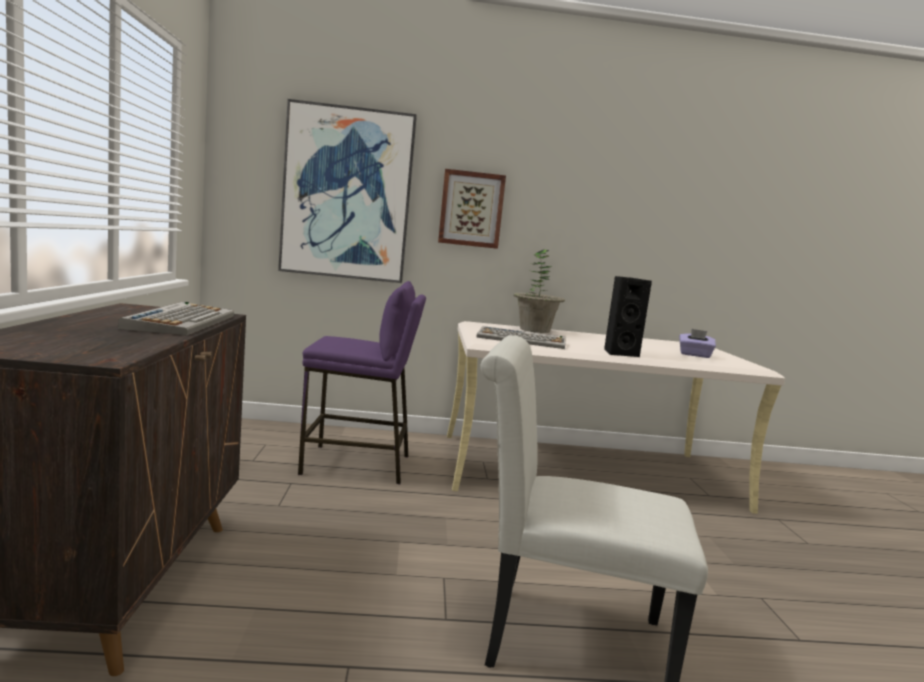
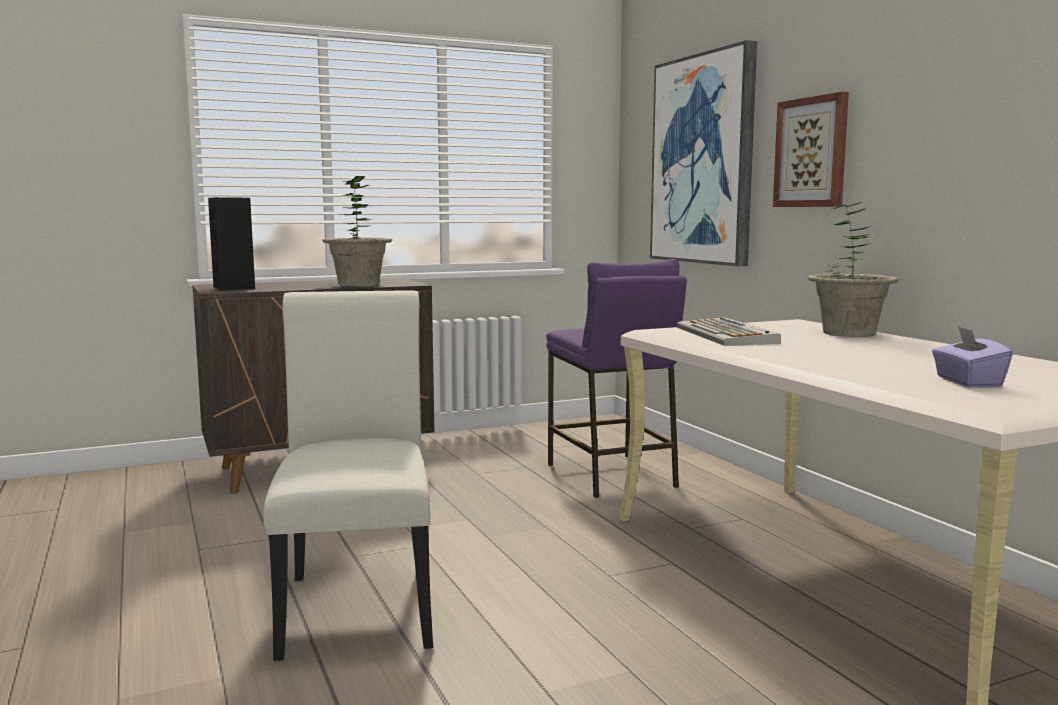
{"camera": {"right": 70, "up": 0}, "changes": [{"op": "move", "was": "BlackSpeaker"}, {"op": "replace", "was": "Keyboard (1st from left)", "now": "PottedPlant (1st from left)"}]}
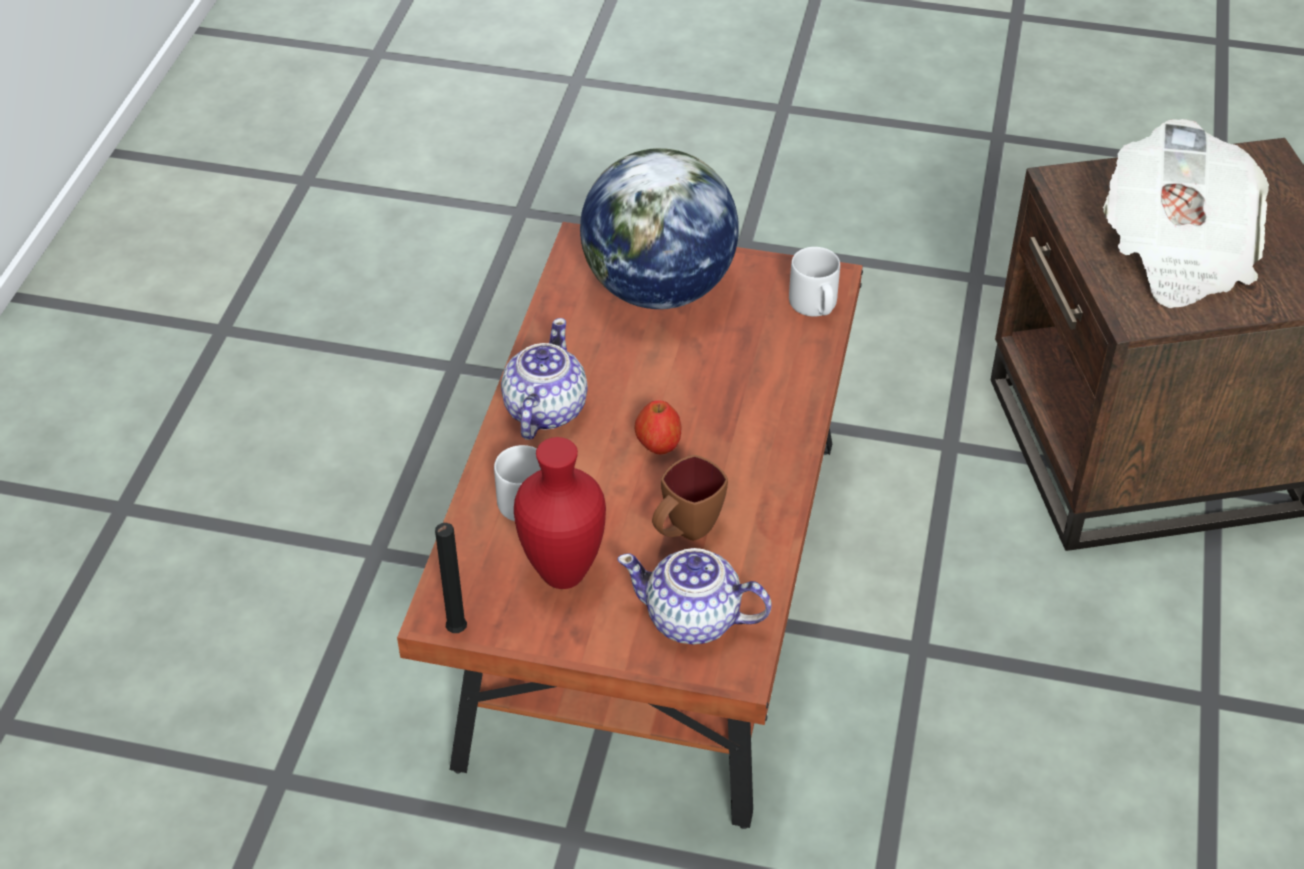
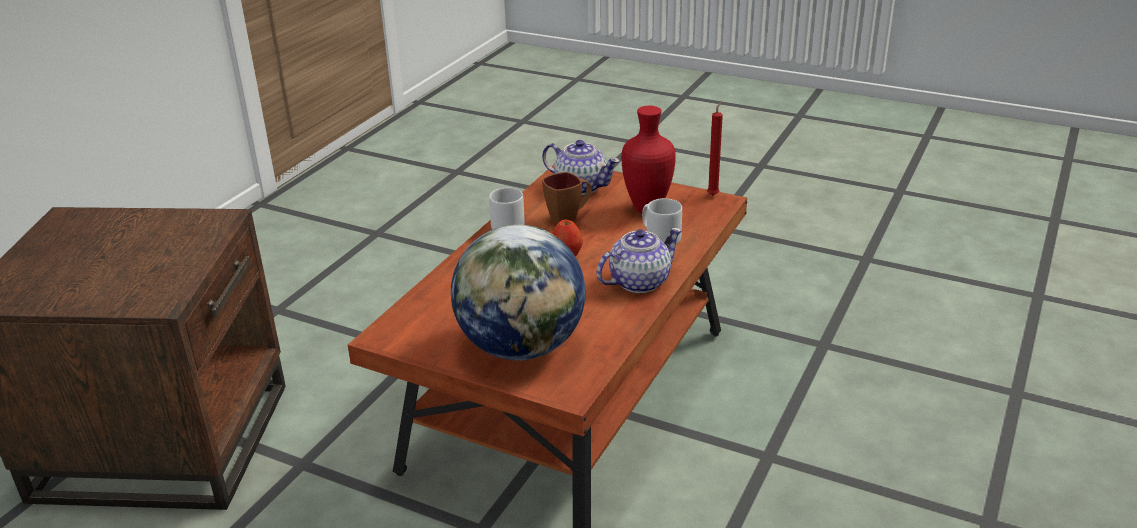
{"camera": {"right": -165, "up": -15}, "changes": [{"op": "delete", "was": "Newspaper"}, {"op": "move", "was": "GreyMug (2nd from left in the first image)", "now": "GreyMug (1st from left)"}, {"op": "rotate", "was": "Teapot (1st from left in the first image)", "clockwise": -150}, {"op": "recolor", "was": "BlackCandle", "now": "RedCandle"}]}
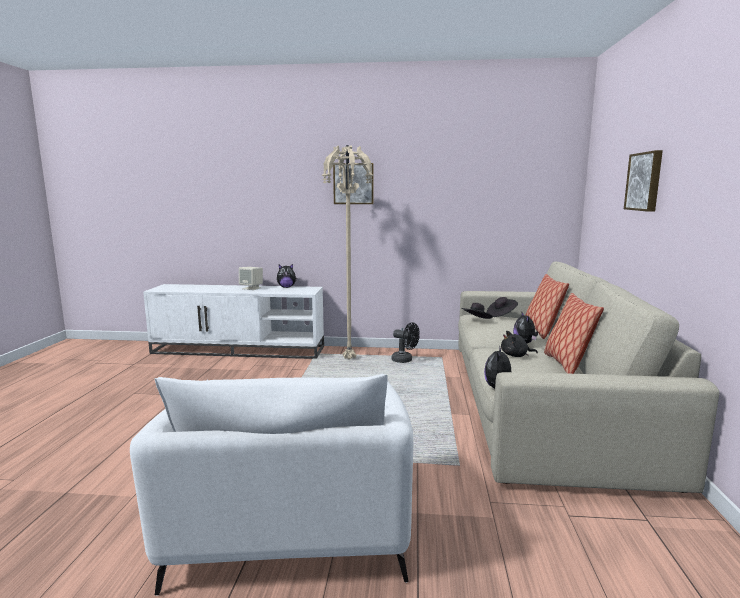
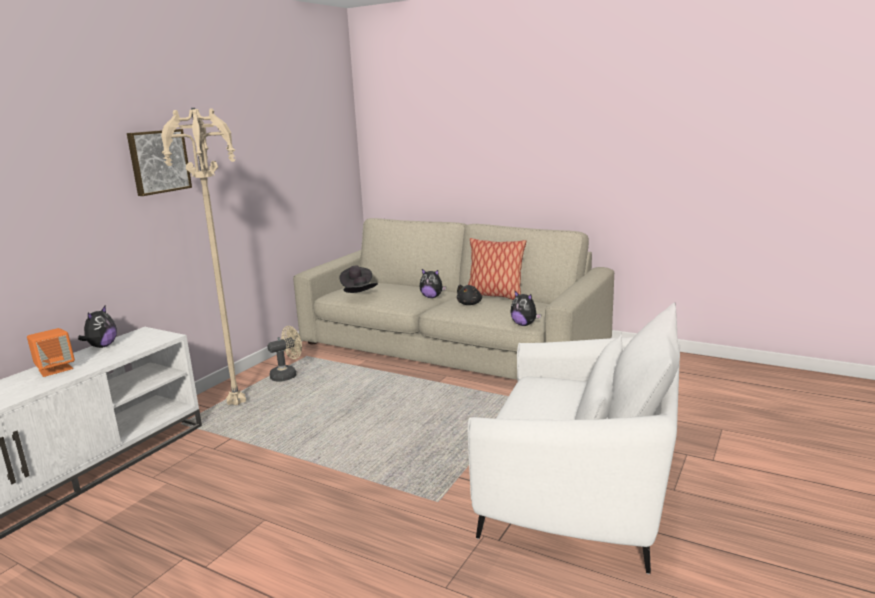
{"camera": {"right": -65, "up": 5}, "changes": [{"op": "delete", "was": "Picture (2nd from left)"}, {"op": "recolor", "was": "BeigeSpeaker", "now": "OrangeSpeaker"}, {"op": "delete", "was": "Pillow (1st from left)"}, {"op": "recolor", "was": "BlackFan", "now": "BeigeFan"}]}
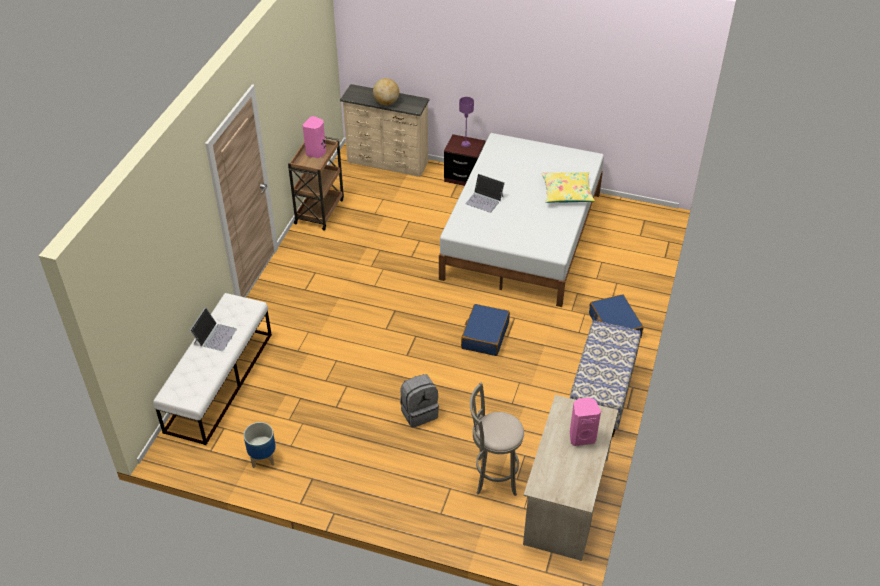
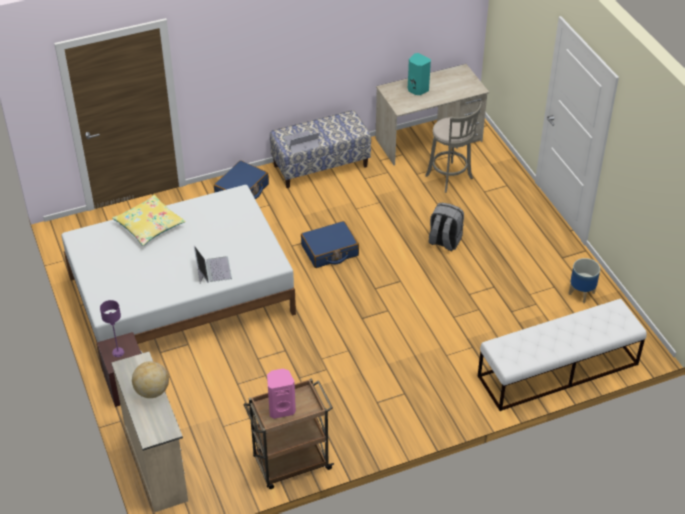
{"camera": {"right": -130, "up": 0}, "changes": [{"op": "move", "was": "Laptop (1st from left in the first image)", "now": "Laptop (2nd from left)"}, {"op": "recolor", "was": "PinkSpeaker (2nd from left)", "now": "TurquoiseSpeaker"}]}
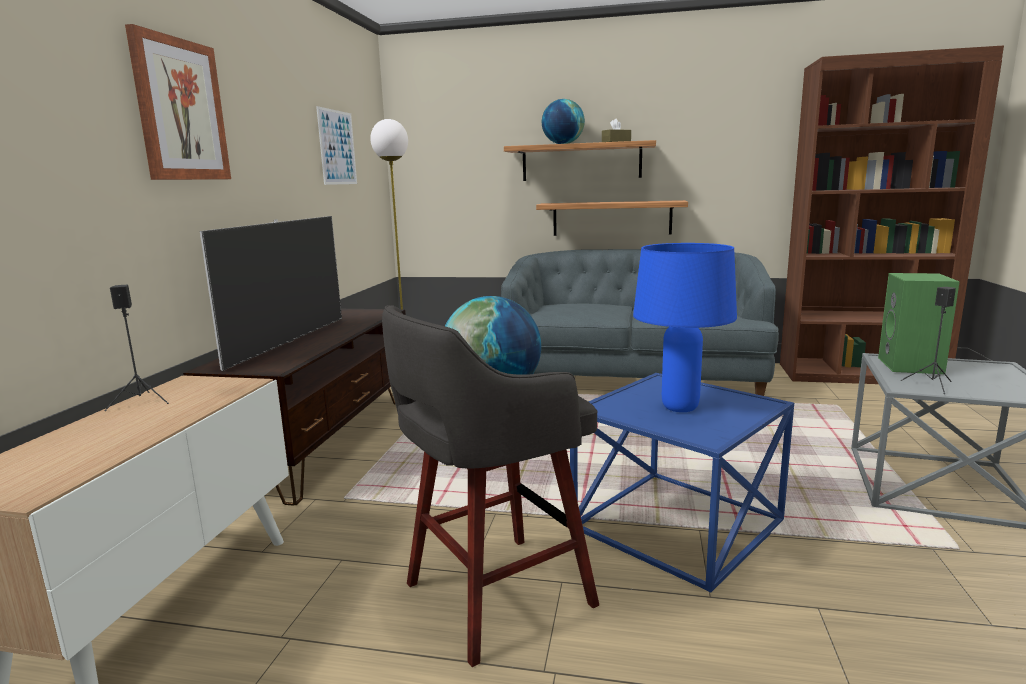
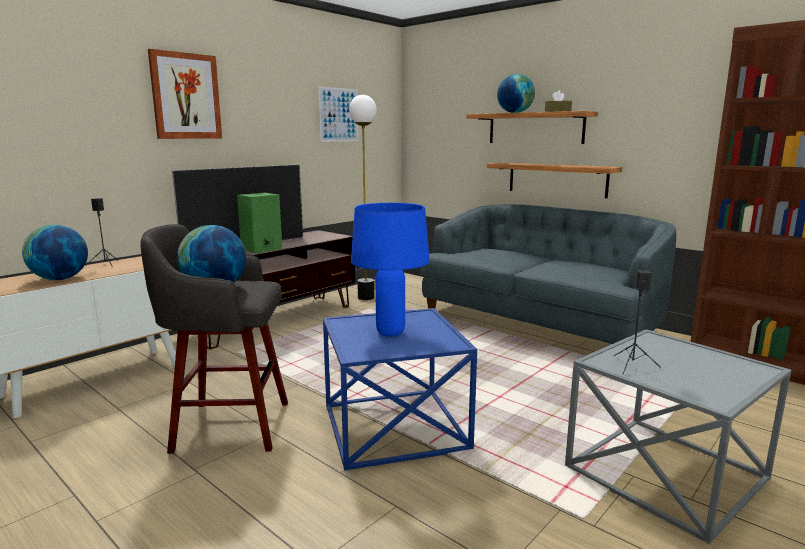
{"camera": {"right": 30, "up": 0}, "changes": [{"op": "move", "was": "GreenSpeaker"}, {"op": "insert", "now": "Globe (1st from left)"}]}
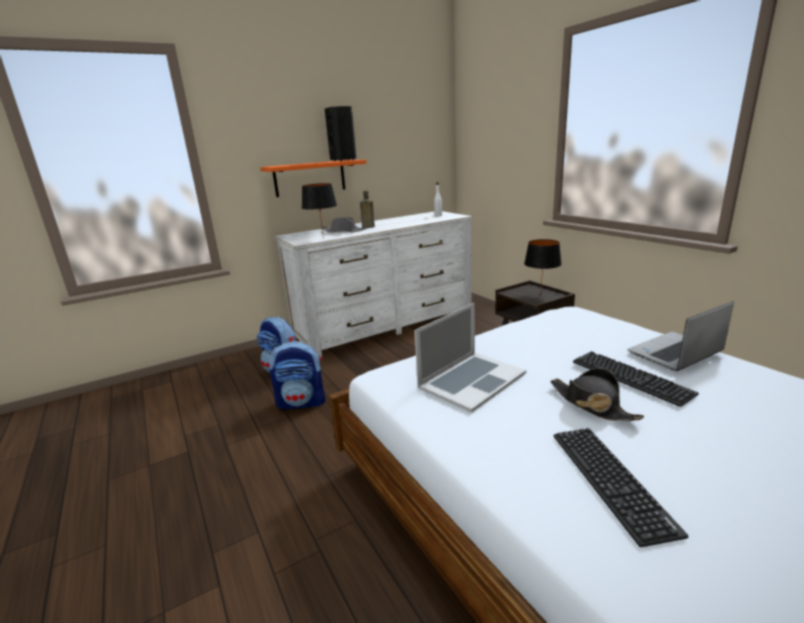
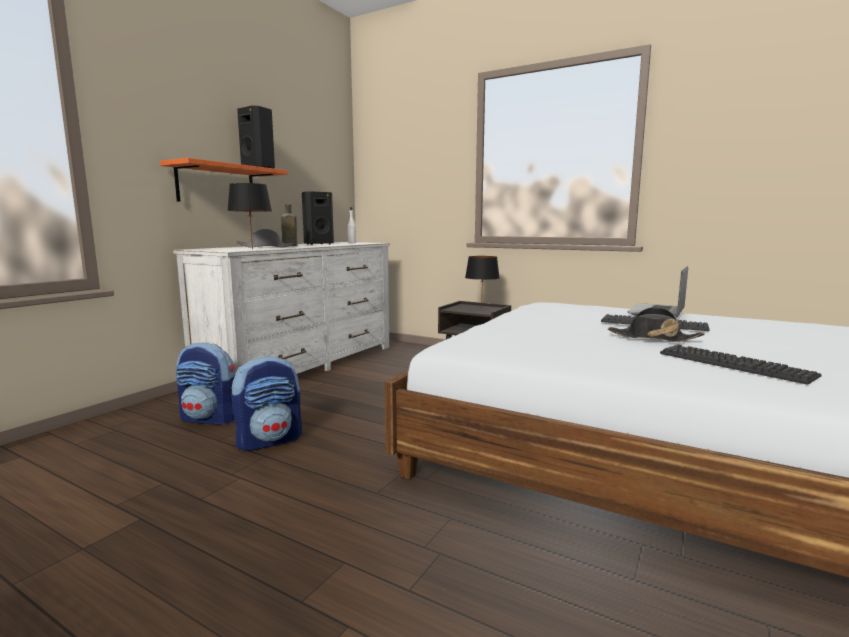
{"camera": {"right": -30, "up": -10}, "changes": [{"op": "delete", "was": "Laptop (1st from left)"}, {"op": "insert", "now": "BlackSpeaker (2nd from left)"}]}
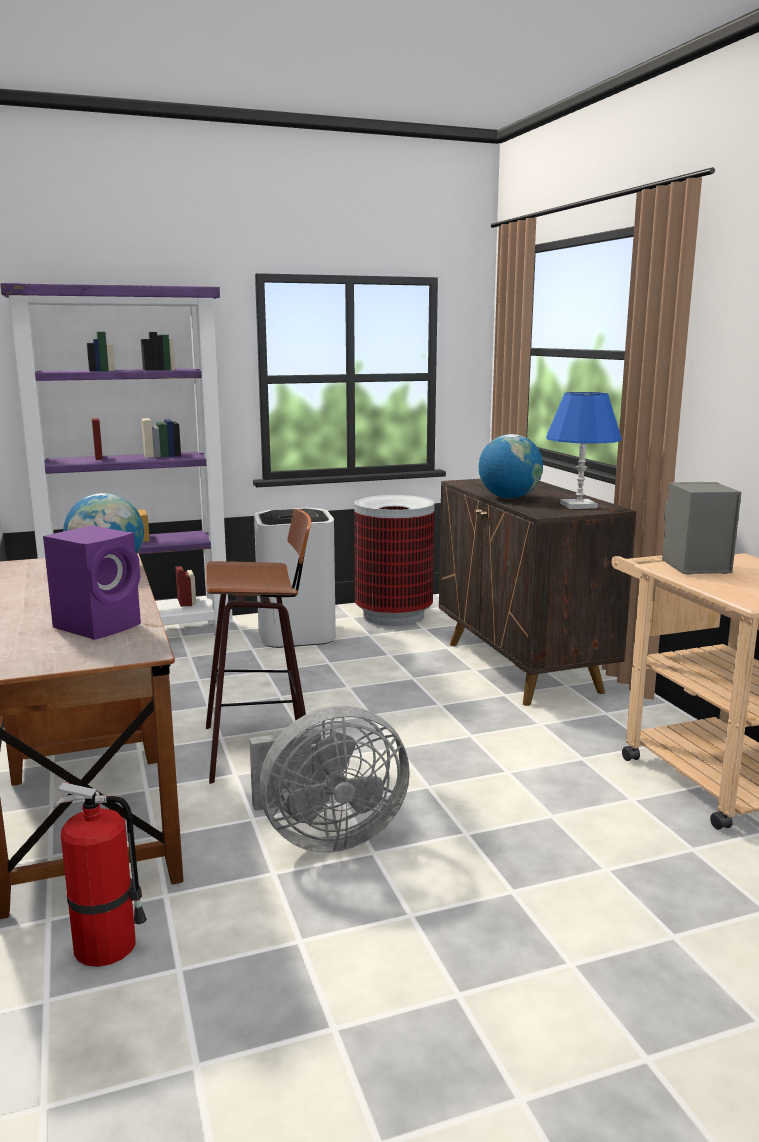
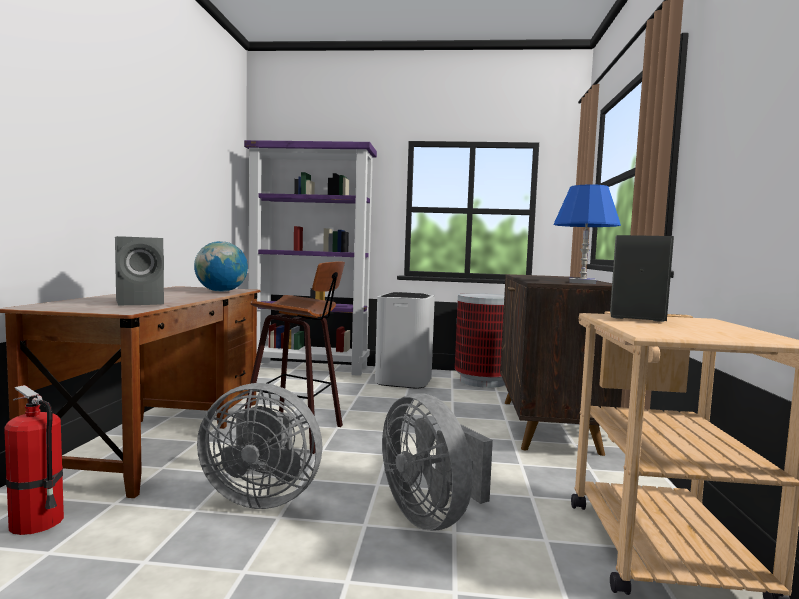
{"camera": {"right": 25, "up": -10}, "changes": [{"op": "delete", "was": "Globe (2nd from left)"}, {"op": "recolor", "was": "PurpleSpeaker", "now": "GreySpeaker (1st from left)"}, {"op": "insert", "now": "GreyFan (2nd from left)"}]}
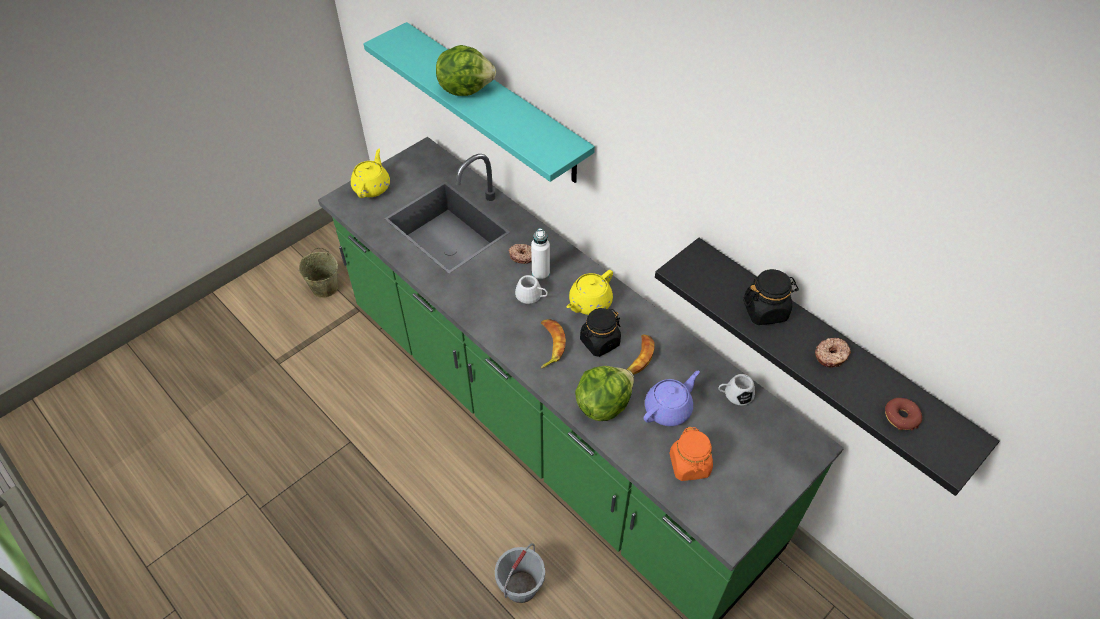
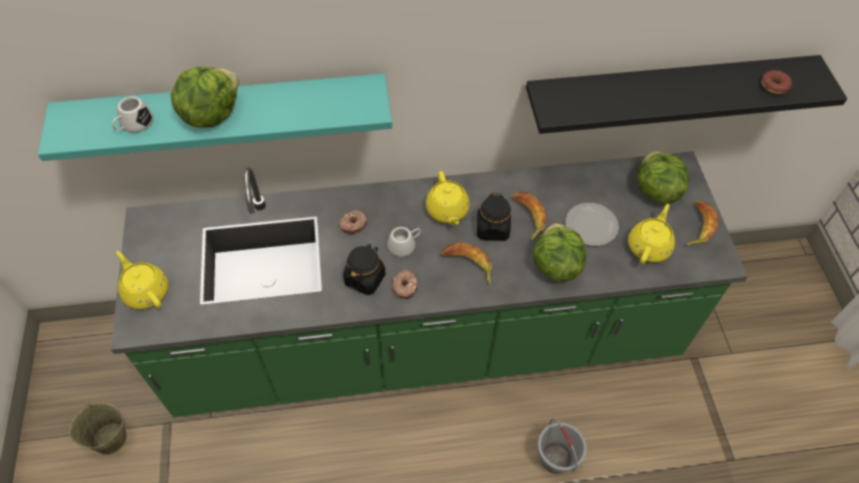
{"camera": {"right": -55, "up": 5}, "changes": [{"op": "delete", "was": "WhiteBottle"}, {"op": "move", "was": "BlackJar (2nd from left in the first image)", "now": "BlackJar (1st from left)"}, {"op": "move", "was": "Donut (2nd from left)"}, {"op": "replace", "was": "PurpleTeapot", "now": "Plate"}, {"op": "move", "was": "WhiteMug (2nd from left in the first image)", "now": "WhiteMug (1st from left)"}, {"op": "replace", "was": "OrangeJar", "now": "YellowTeapot (3rd from left)"}, {"op": "insert", "now": "Lettuce (3rd from left)"}, {"op": "insert", "now": "Banana (3rd from left)"}]}
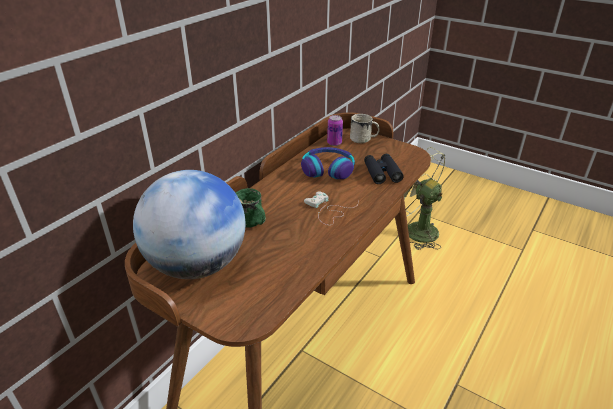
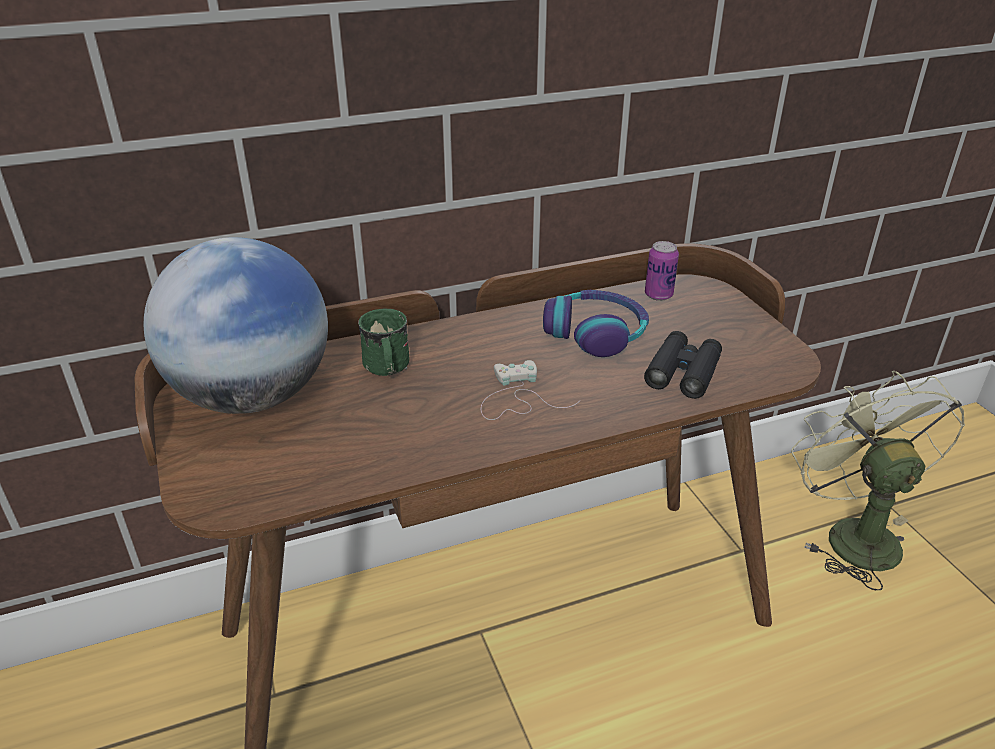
{"camera": {"right": 35, "up": 0}, "changes": [{"op": "delete", "was": "WhiteMug"}]}
